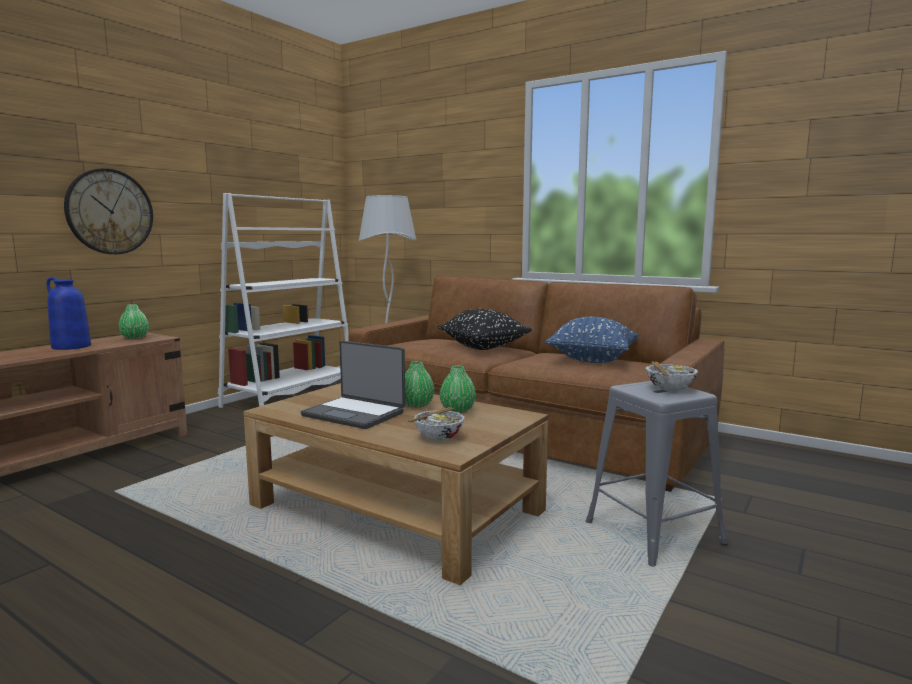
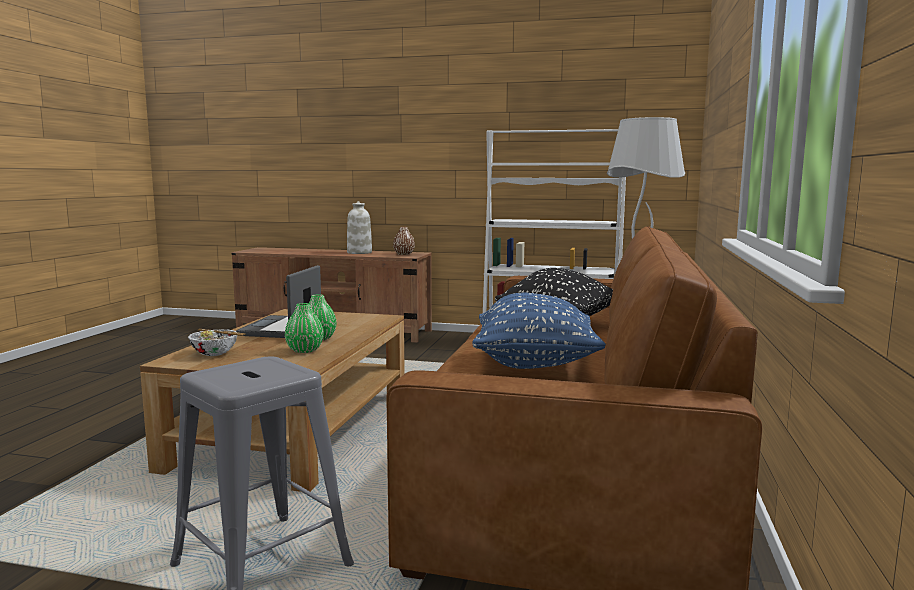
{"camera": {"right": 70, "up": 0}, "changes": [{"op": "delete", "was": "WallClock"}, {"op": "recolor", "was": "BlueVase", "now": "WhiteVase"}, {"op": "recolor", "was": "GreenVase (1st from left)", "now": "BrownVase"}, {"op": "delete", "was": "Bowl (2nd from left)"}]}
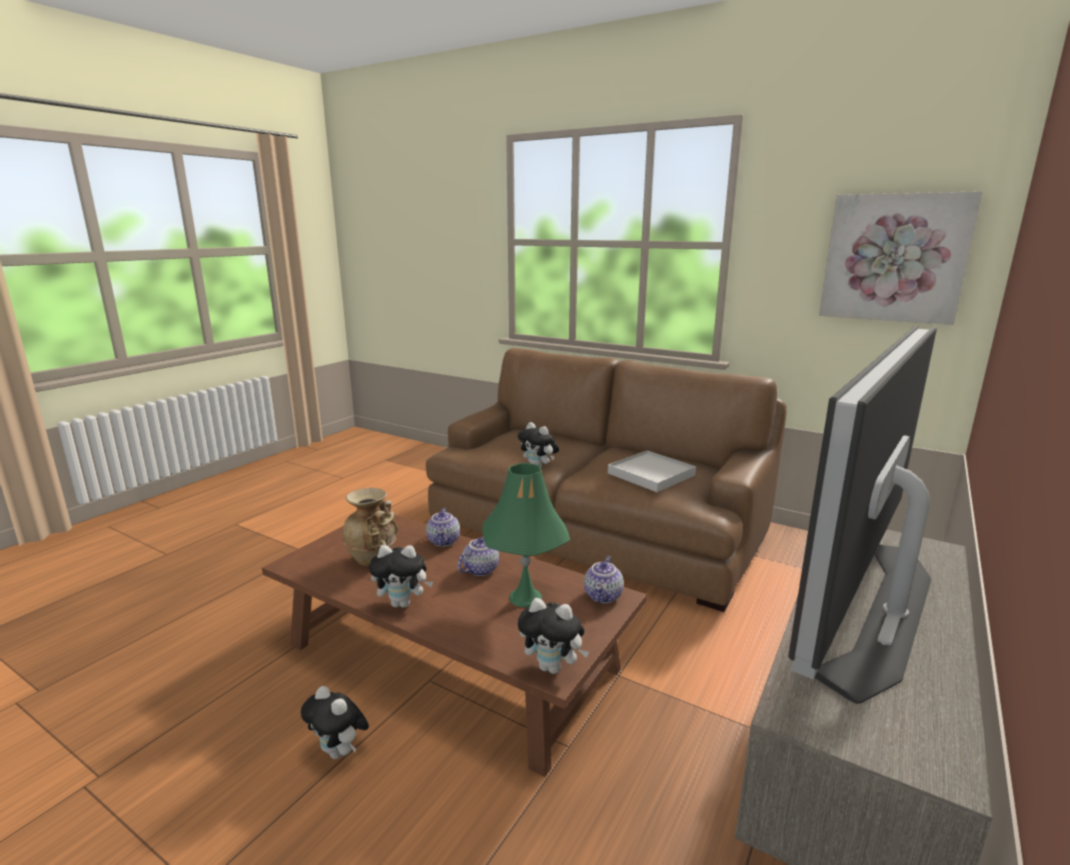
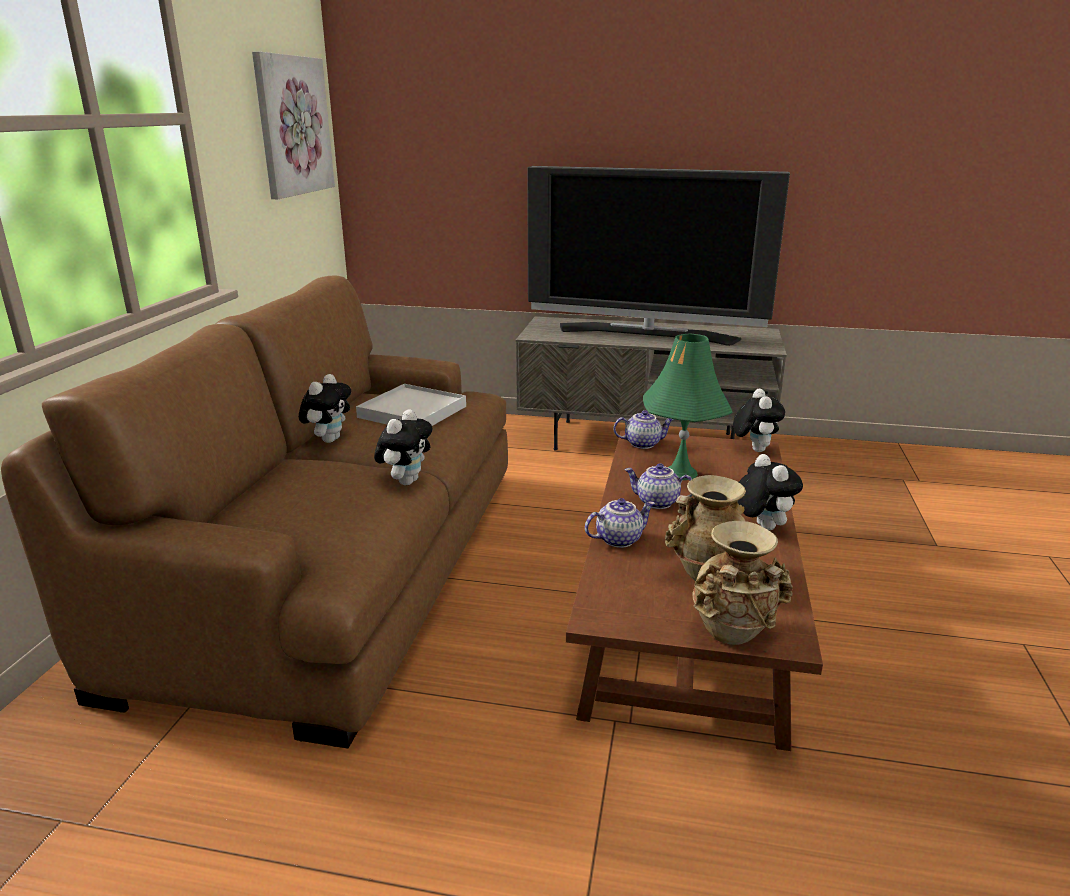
{"camera": {"right": -110, "up": 5}, "changes": [{"op": "move", "was": "PlushToy (1st from left)"}, {"op": "insert", "now": "BeigeVase (2nd from left)"}]}
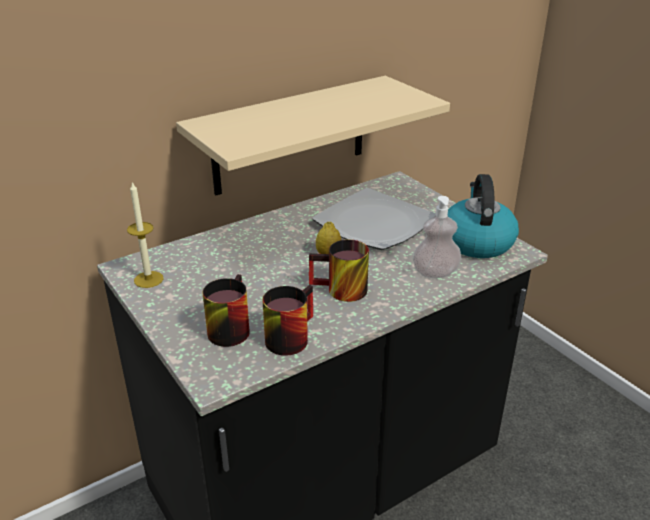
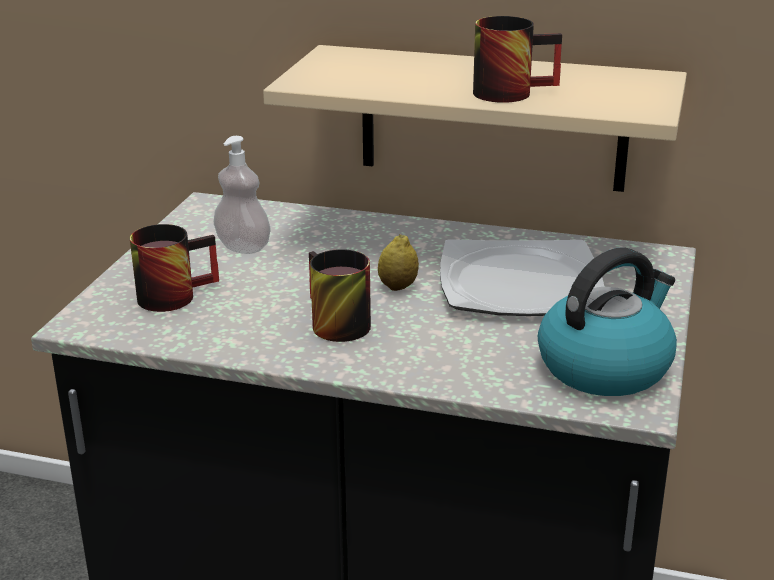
{"camera": {"right": 50, "up": -5}, "changes": [{"op": "delete", "was": "Candle"}, {"op": "move", "was": "SoapDispenser"}, {"op": "move", "was": "Mug (2nd from left in the first image)", "now": "Mug (3rd from left)"}]}
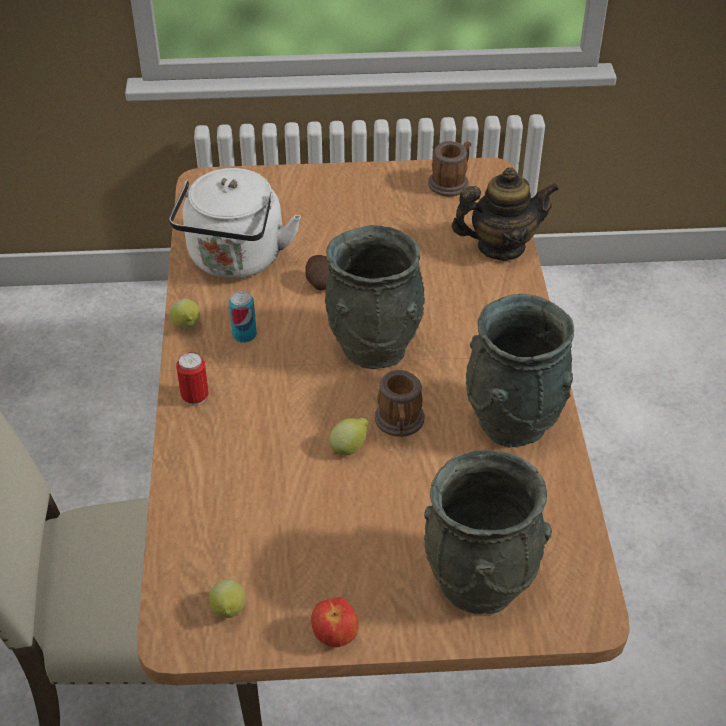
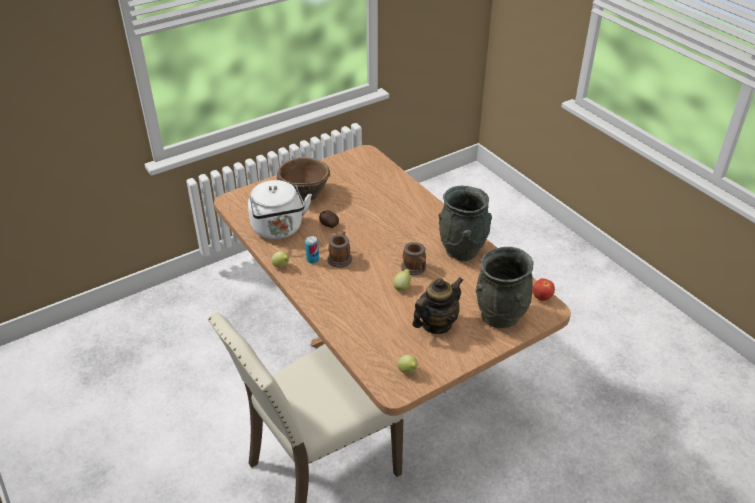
{"camera": {"right": -30, "up": -5}, "changes": [{"op": "move", "was": "Mug (2nd from left in the first image)", "now": "Mug (1st from left)"}, {"op": "move", "was": "Teapot"}, {"op": "delete", "was": "GreyVase (1st from left)"}, {"op": "delete", "was": "Can (1st from left)"}, {"op": "move", "was": "Apple"}, {"op": "insert", "now": "BrownBowl"}]}
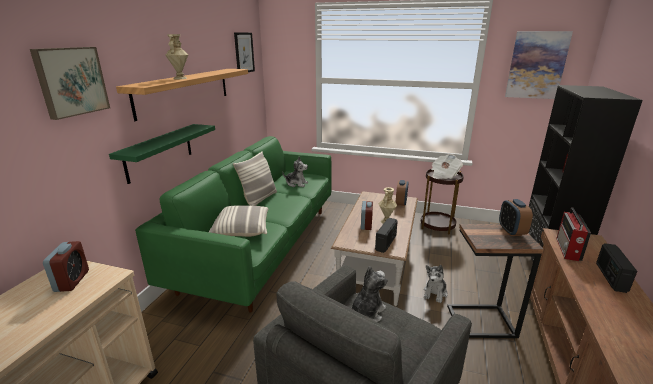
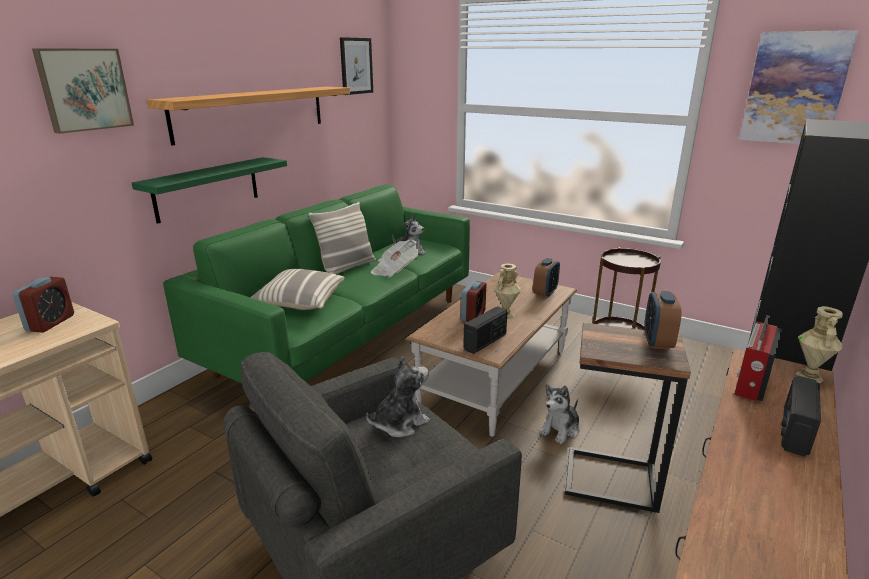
{"camera": {"right": 15, "up": 0}, "changes": [{"op": "move", "was": "BeigeVase (1st from left in the first image)", "now": "BeigeVase (2nd from left)"}, {"op": "move", "was": "Newspaper"}]}
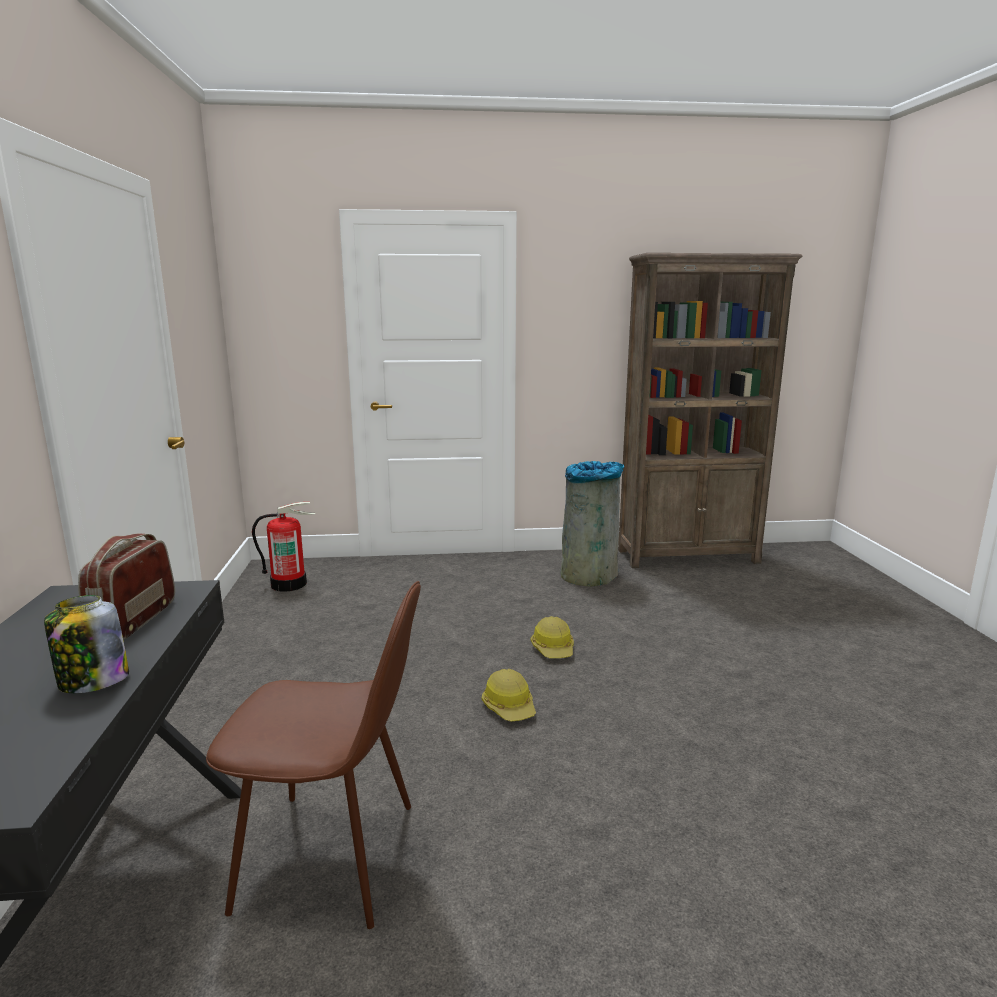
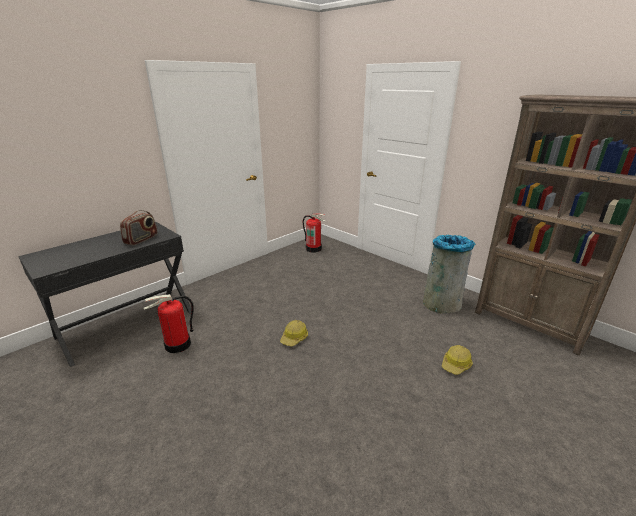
{"camera": {"right": 50, "up": 10}, "changes": [{"op": "rotate", "was": "Radio", "clockwise": 150}, {"op": "replace", "was": "BrownChair", "now": "FireExtinguisher (1st from left)"}, {"op": "delete", "was": "Jar"}, {"op": "move", "was": "HardHat (2nd from left)"}]}
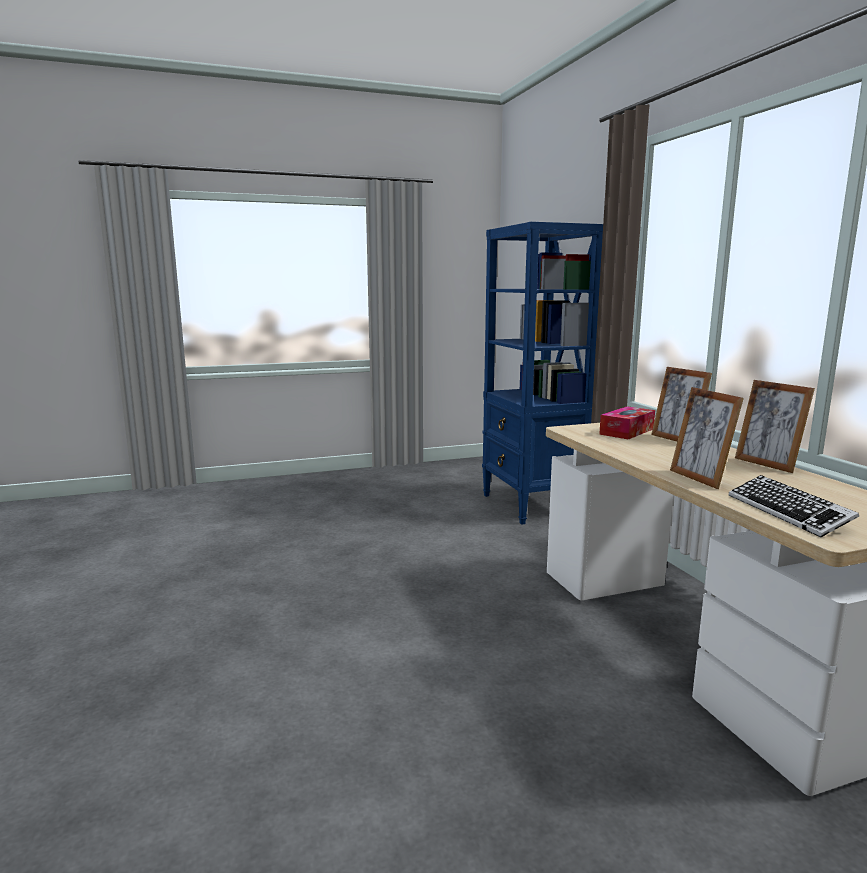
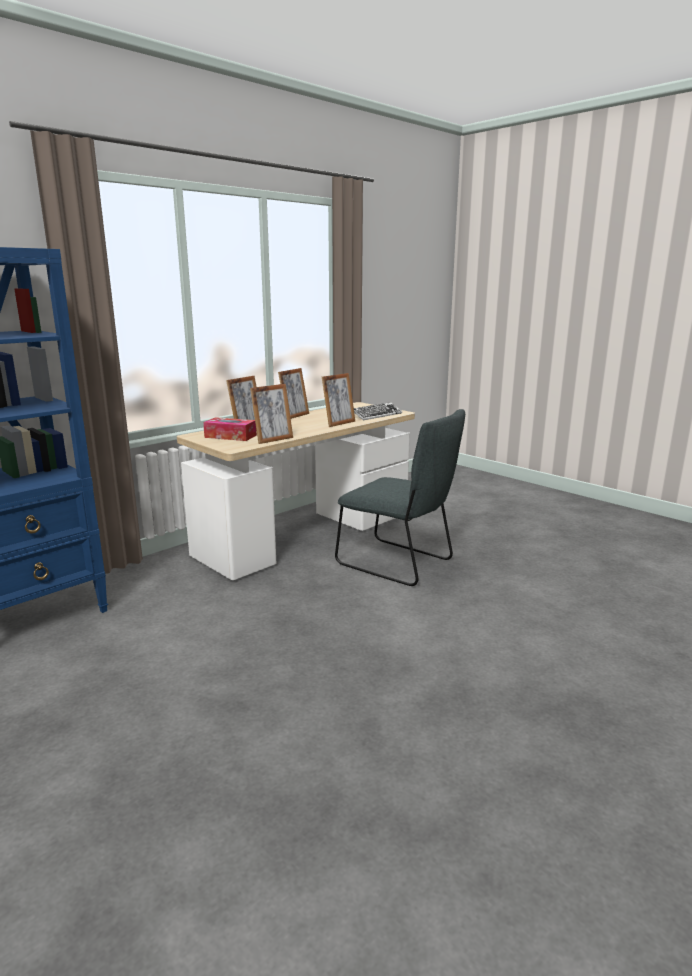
{"camera": {"right": -115, "up": 5}, "changes": [{"op": "insert", "now": "PictureFrame (2nd from left)"}, {"op": "insert", "now": "GreyChair"}]}
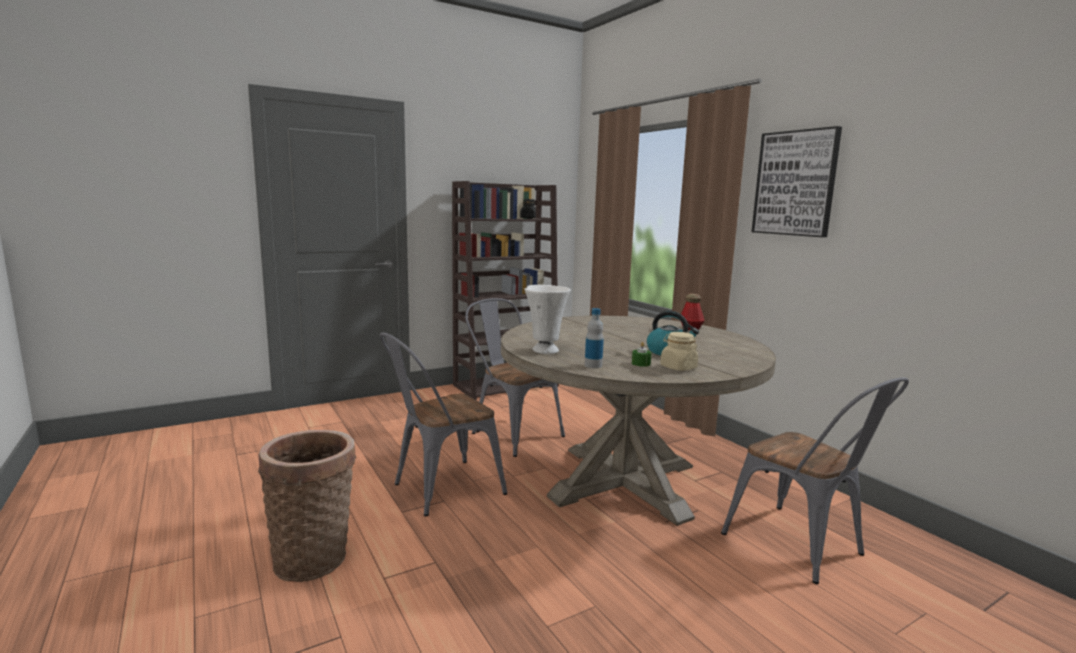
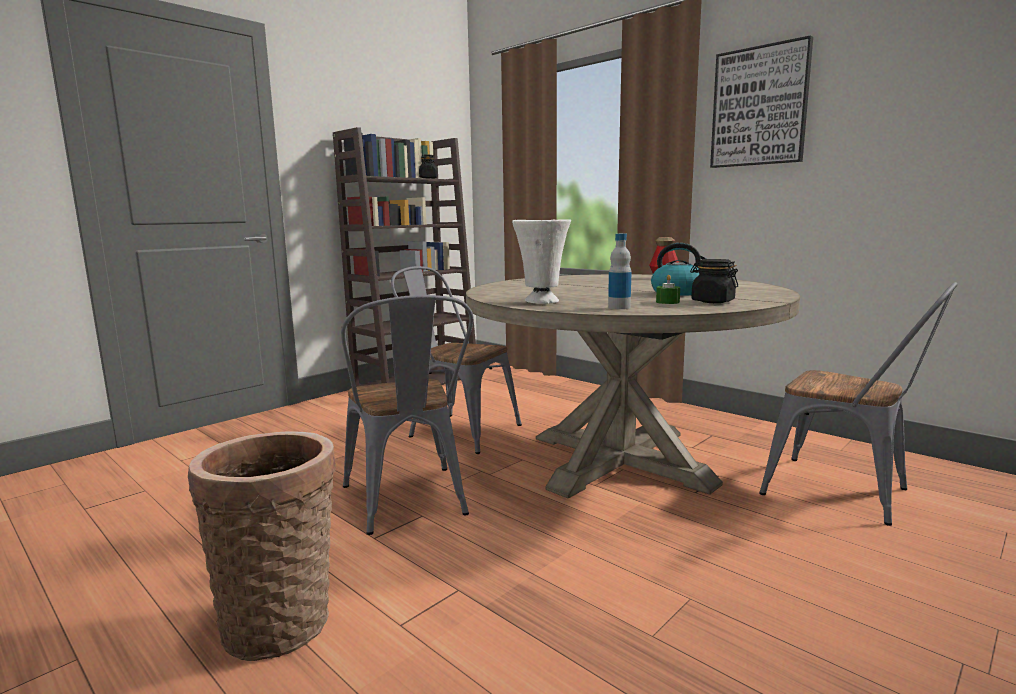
{"camera": {"right": -15, "up": 0}, "changes": [{"op": "rotate", "was": "GreyChair (1st from left)", "clockwise": -60}, {"op": "recolor", "was": "BeigeJar", "now": "BlackJar (2nd from left)"}]}
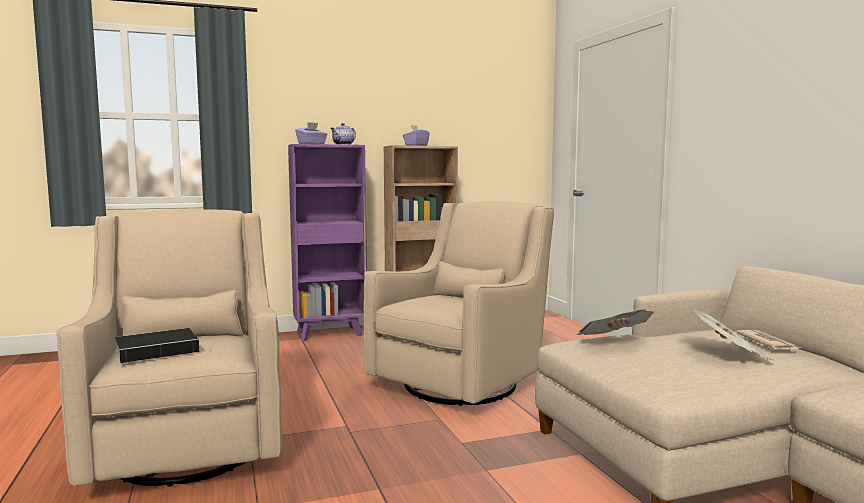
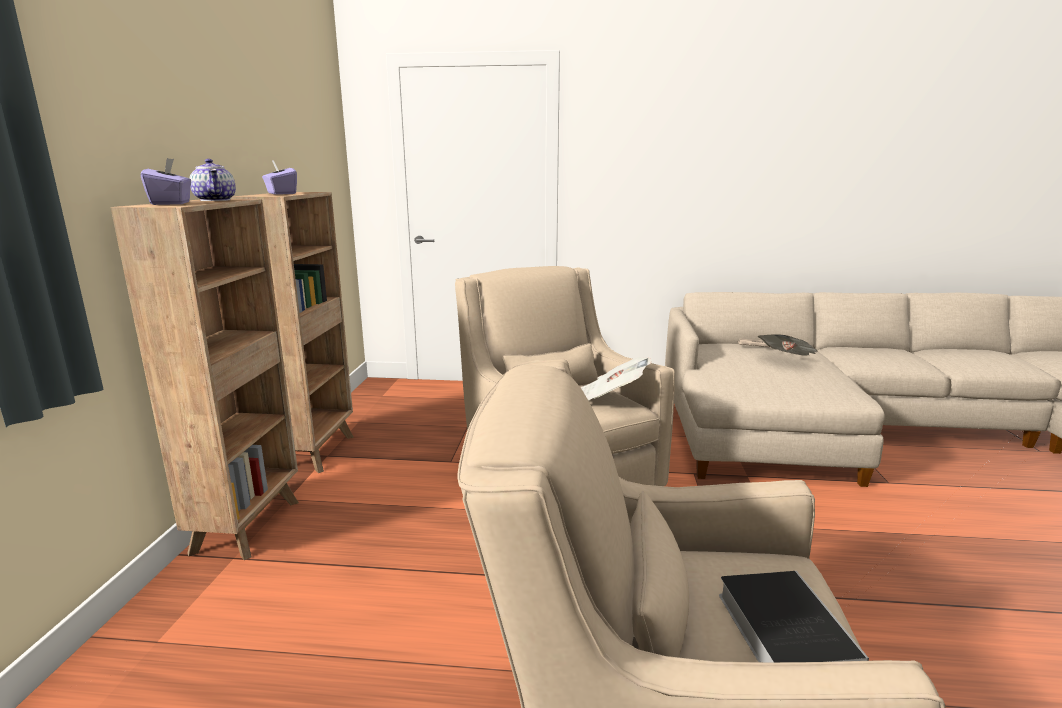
{"camera": {"right": -65, "up": 10}, "changes": [{"op": "recolor", "was": "PurpleBookcase", "now": "BrownBookcase (1st from left)"}, {"op": "move", "was": "Newspaper (1st from left)"}]}
